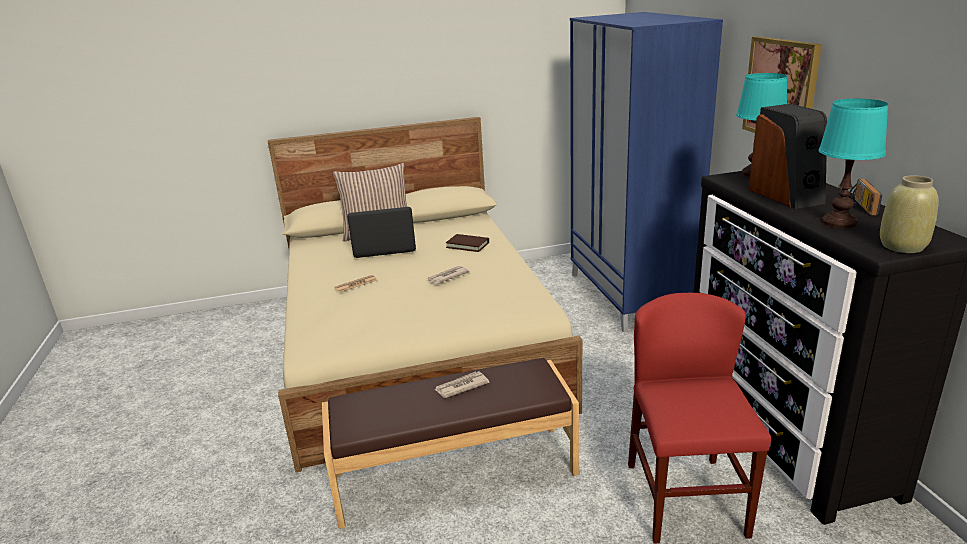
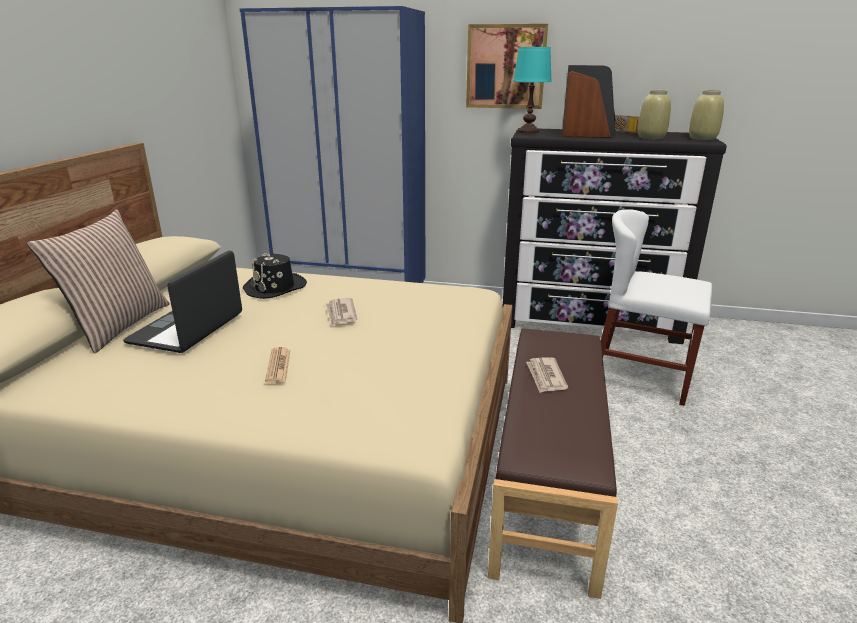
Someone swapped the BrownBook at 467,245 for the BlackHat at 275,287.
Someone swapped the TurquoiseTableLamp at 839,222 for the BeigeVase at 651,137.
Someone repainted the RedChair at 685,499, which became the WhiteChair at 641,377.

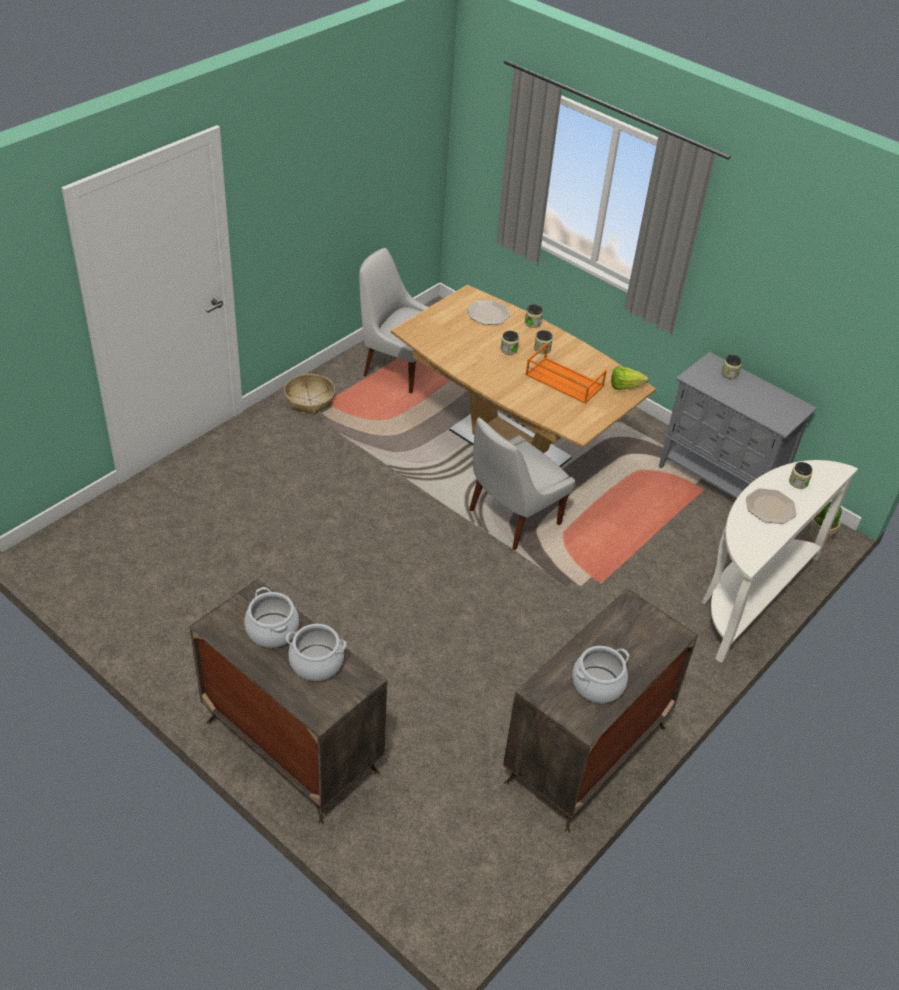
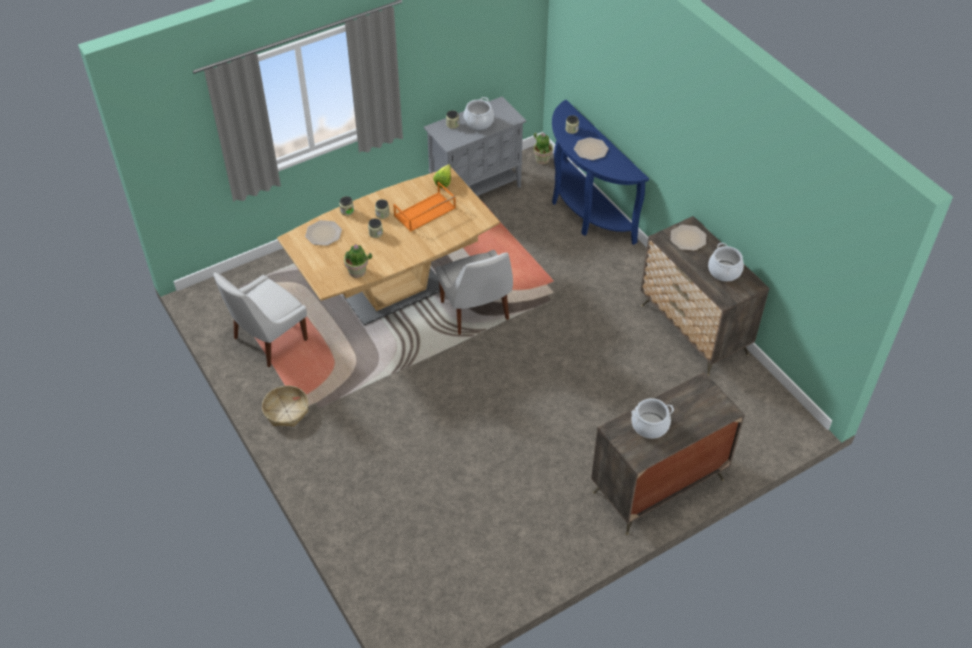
Someone put down the PottedPlant at 357,272.
Someone put down the Plate at 688,238.
Someone carried the CookingPot from 316,662 to 478,122.
Someone repainted the WhiteConsoleTable at 749,595, which became the BlueConsoleTable at 584,211.

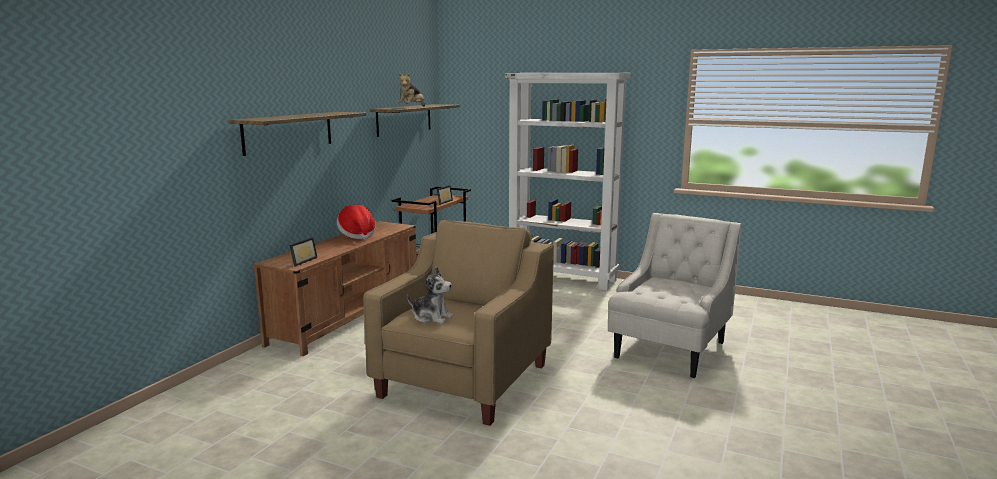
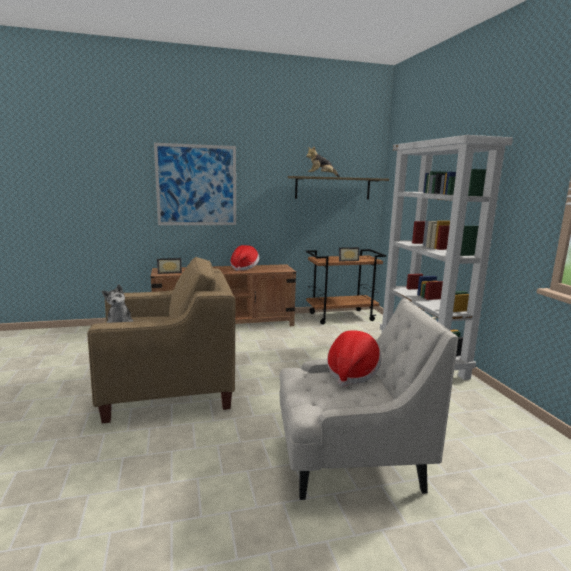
Someone put down the Hat at 352,373.
Someone swapped the Shelf at 289,132 for the Picture at 196,185.

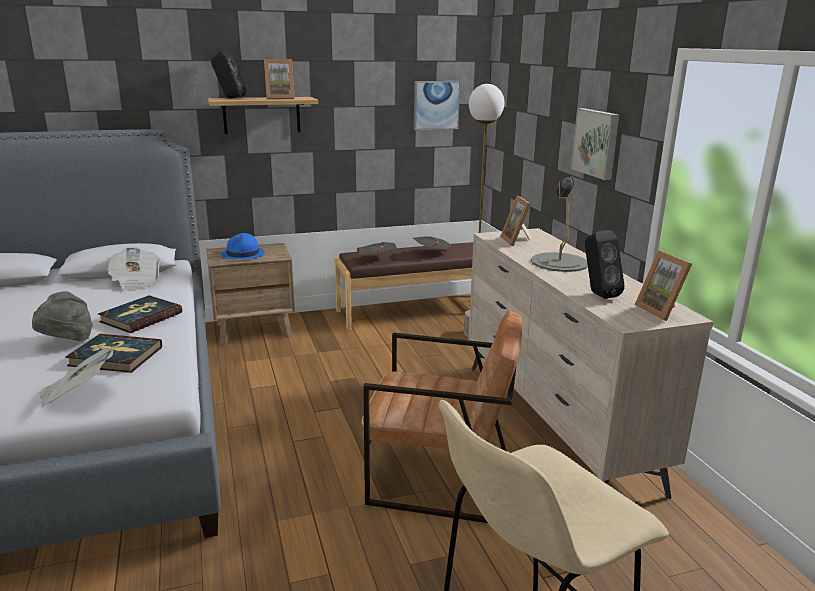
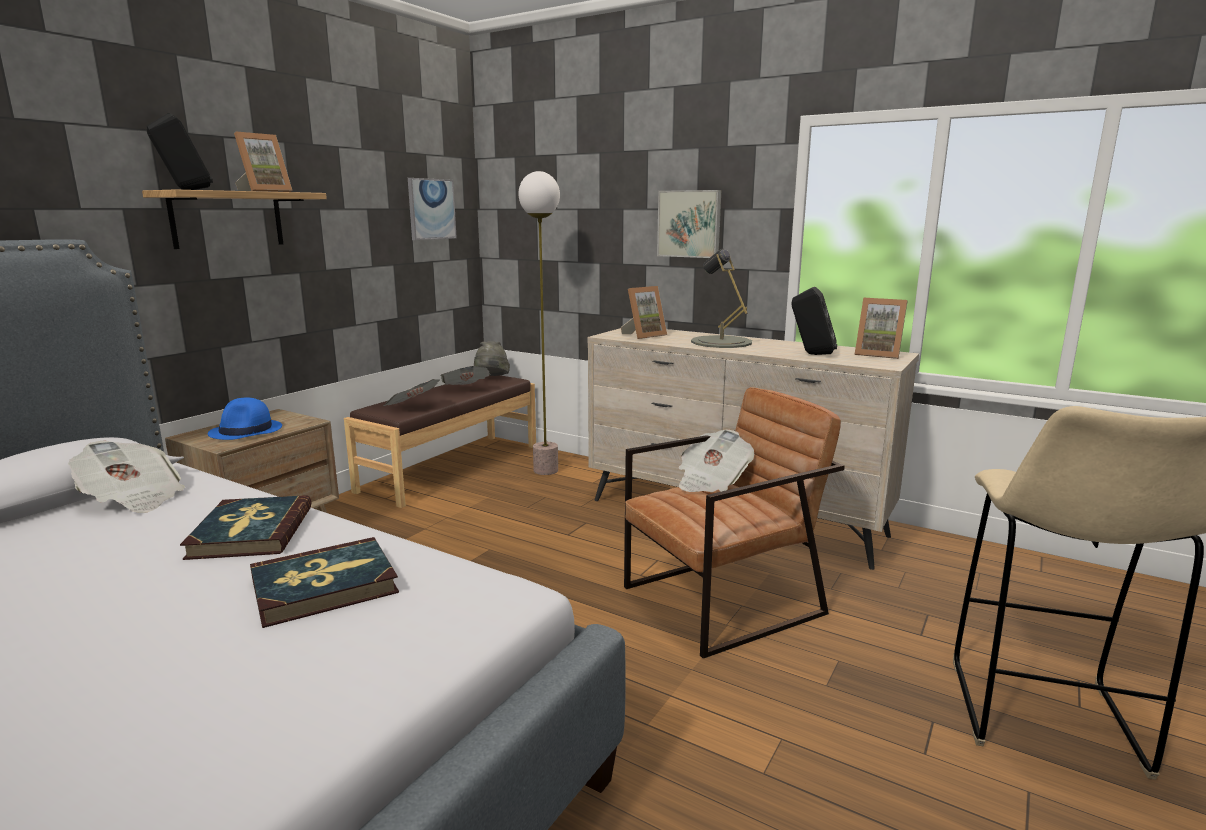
Someone carried the GreyHat from 67,342 to 491,379.
Someone carried the Newspaper from 77,394 to 711,481.
Someone rotated the PictureFrame at 517,241 by 75 degrees counterclockwise.

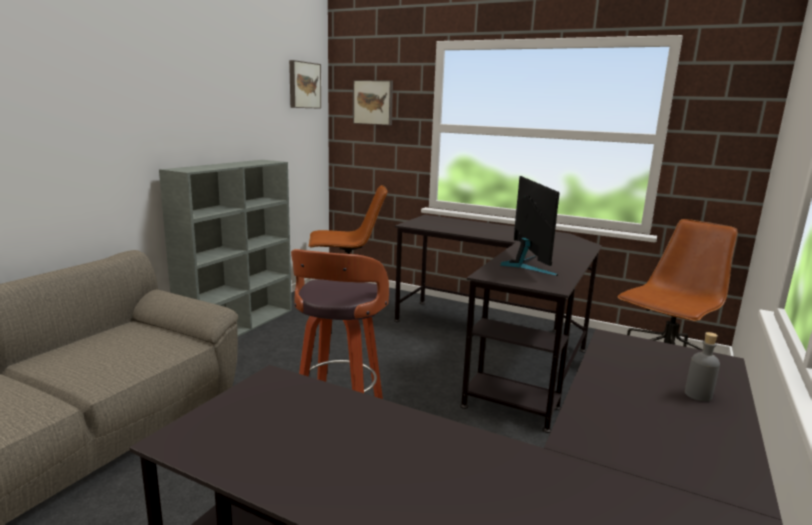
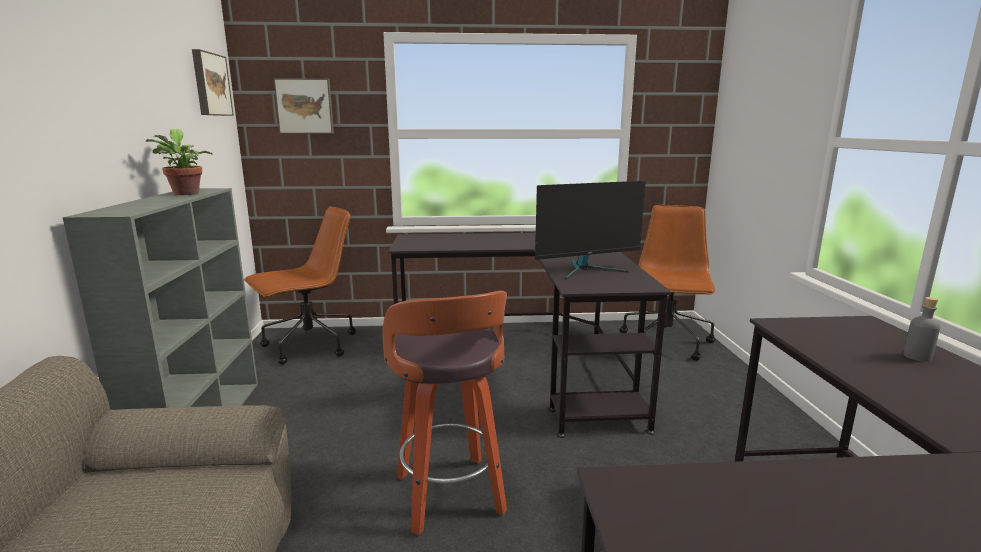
Someone put down the PottedPlant at 186,194.
Someone rotated the Monitor at 526,265 by 105 degrees clockwise.

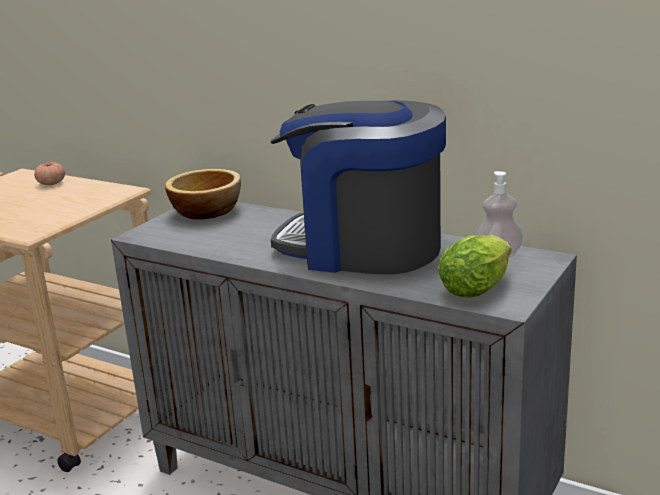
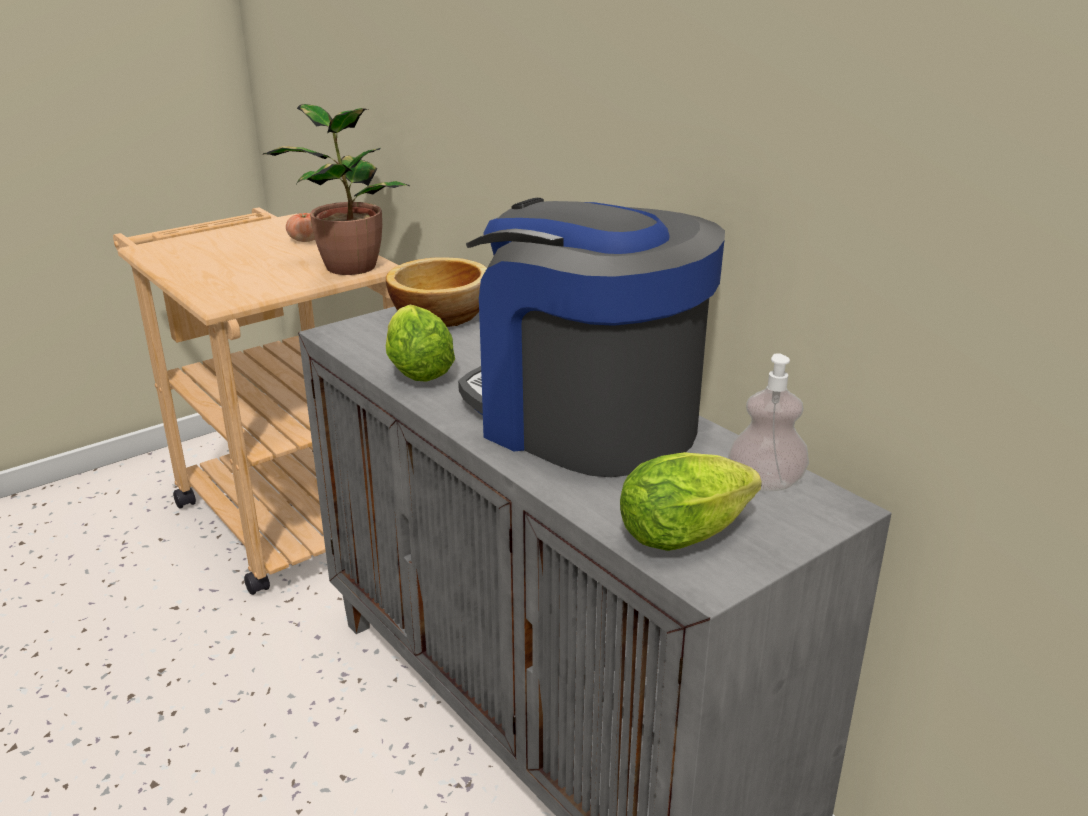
Someone put down the PottedPlant at 348,266.
Someone put down the Lettuce at 417,369.

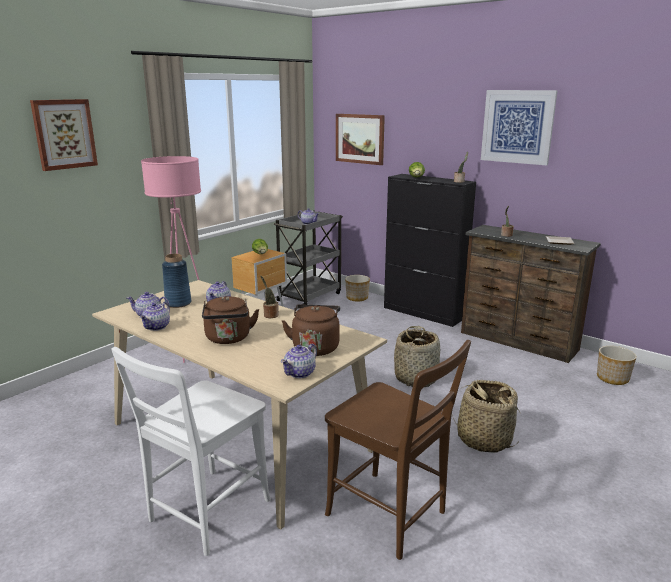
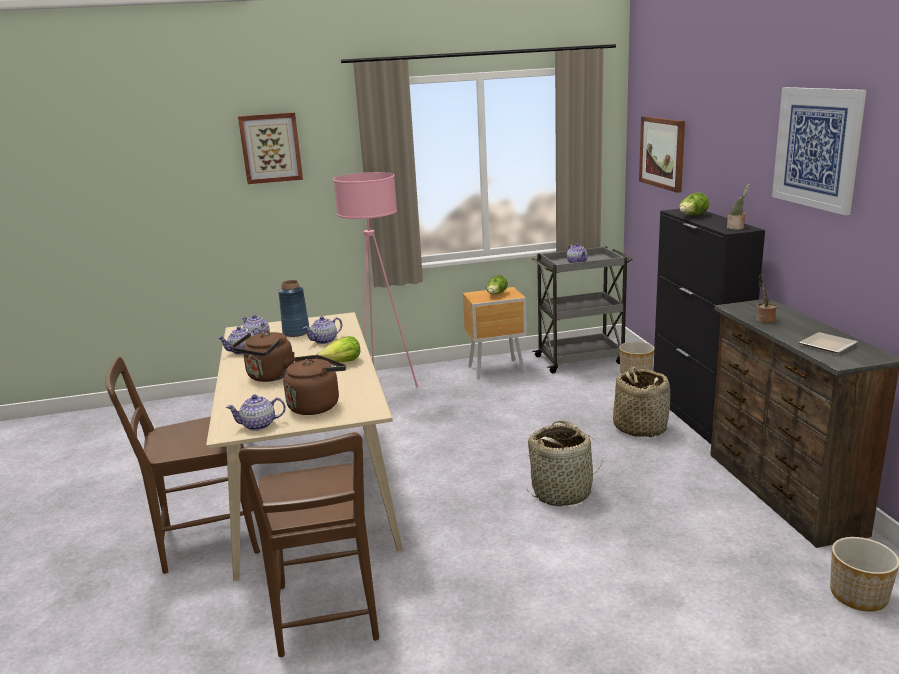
Someone carried the Basket from 483,439 to 640,427.
Someone swapped the PottedPlant at 270,315 for the Lettuce at 342,363.
Someone repainted the WhiteChair at 205,514, which became the BrownChair at 203,541.

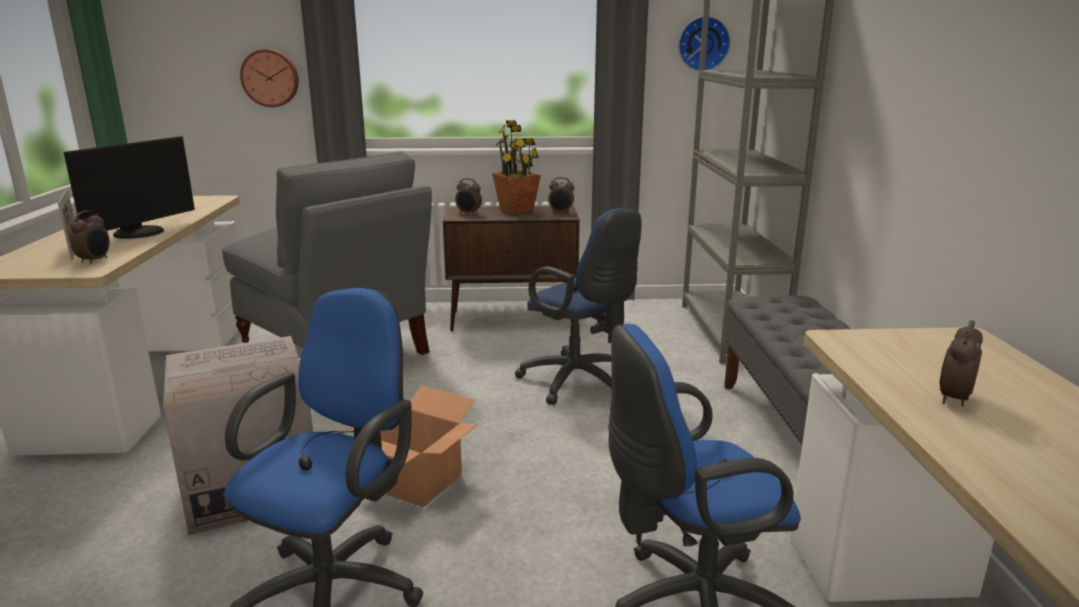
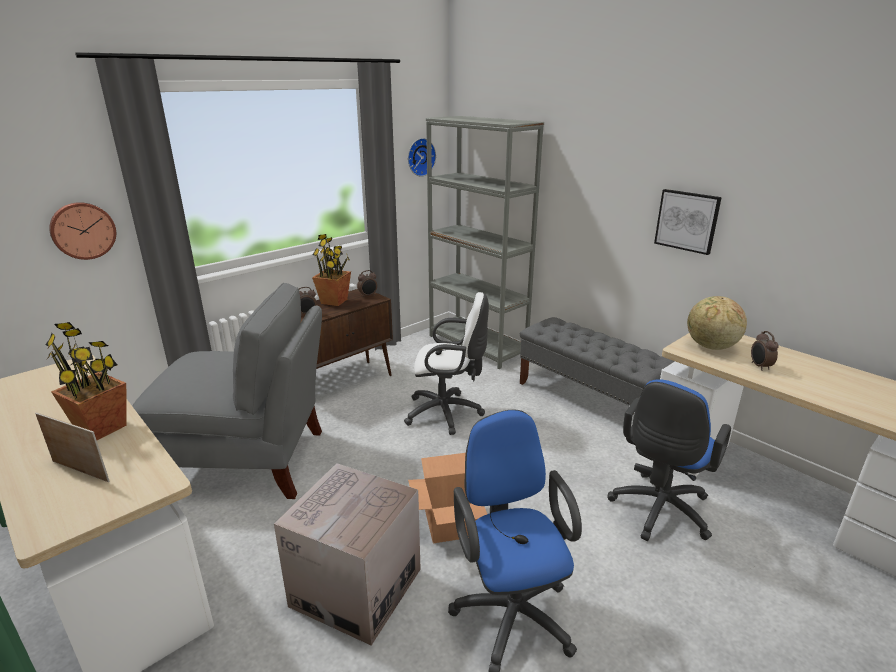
Someone took away the AlarmClock at 95,261.
Someone put up the Picture at 687,221.
Someone put down the Globe at 710,347.
Someone swapped the Monitor at 141,233 for the PottedPlant at 102,428.
Someone repainted the BlueOfficeChair at 579,383, which became the WhiteOfficeChair at 447,413.

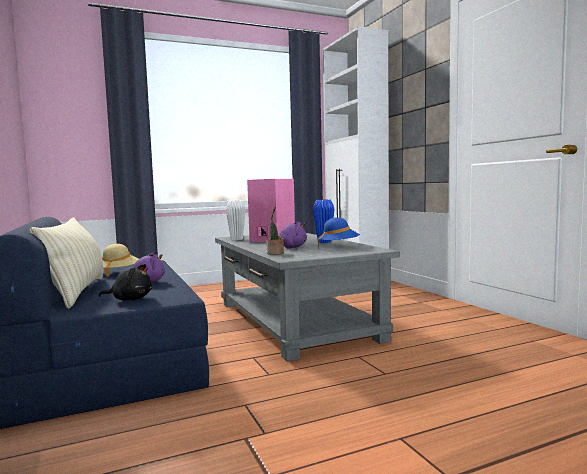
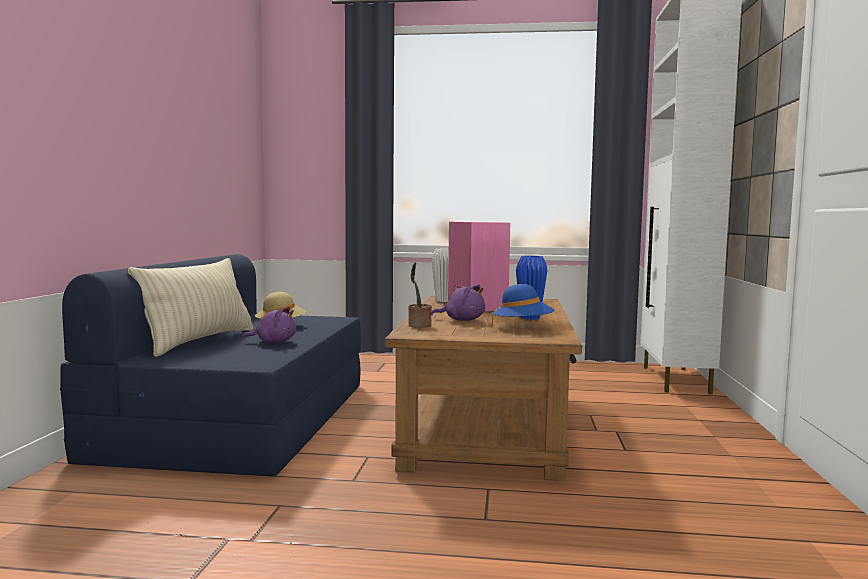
Someone took away the BlackPlushToy at 130,299.
Someone repainted the GreyCoffeeTable at 294,320, which became the BrownCoffeeTable at 486,423.

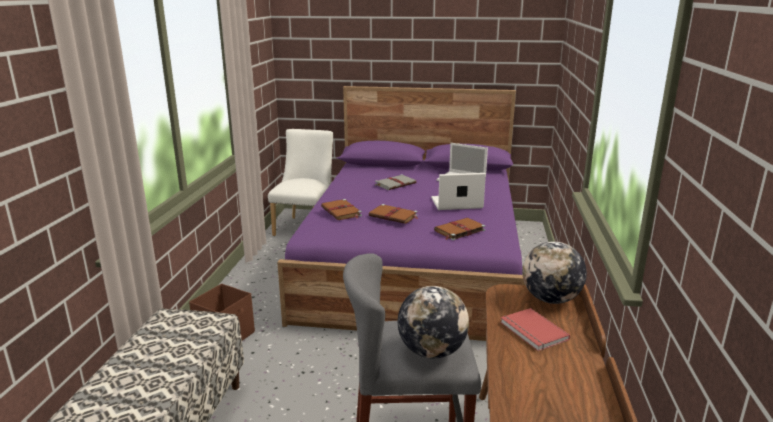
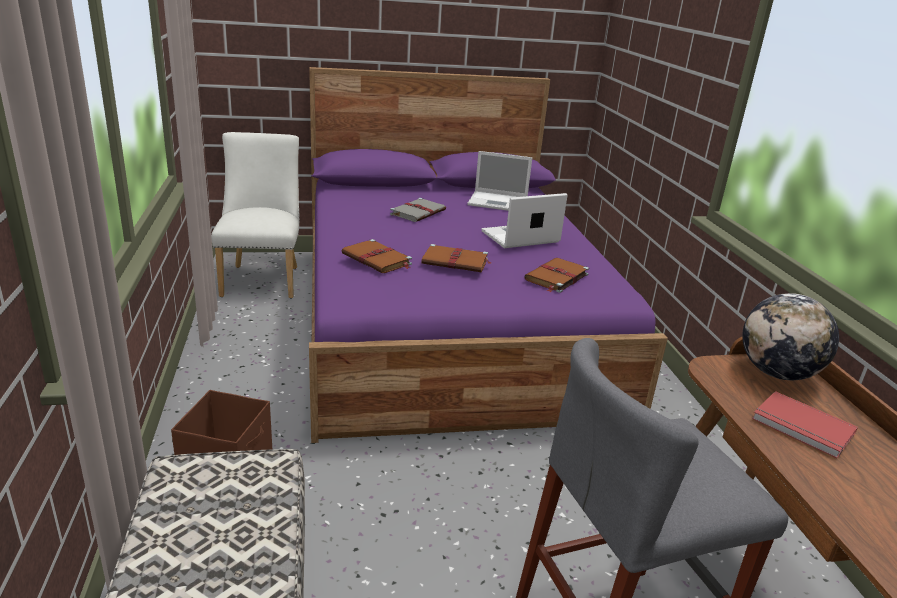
Someone took away the Globe at 432,351.

